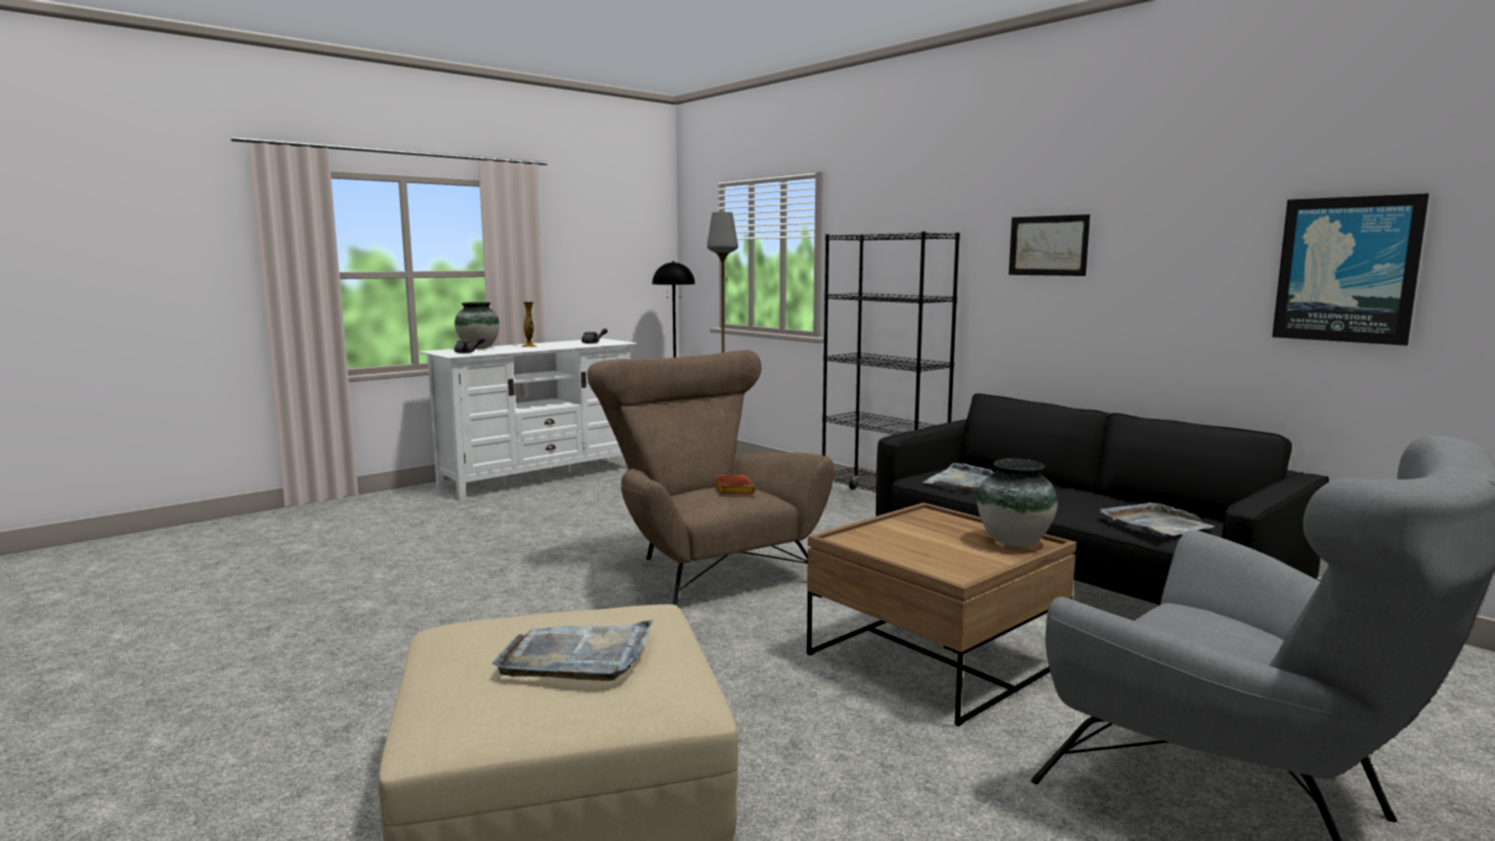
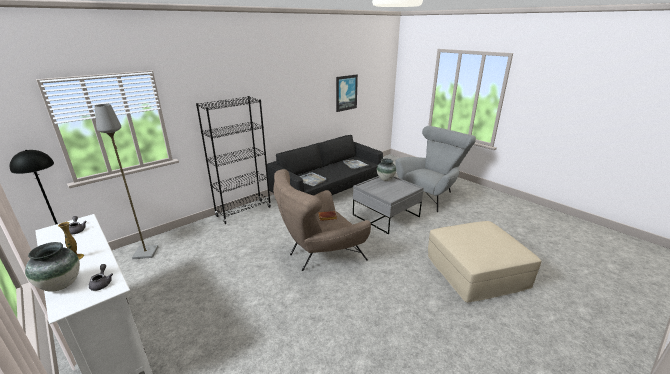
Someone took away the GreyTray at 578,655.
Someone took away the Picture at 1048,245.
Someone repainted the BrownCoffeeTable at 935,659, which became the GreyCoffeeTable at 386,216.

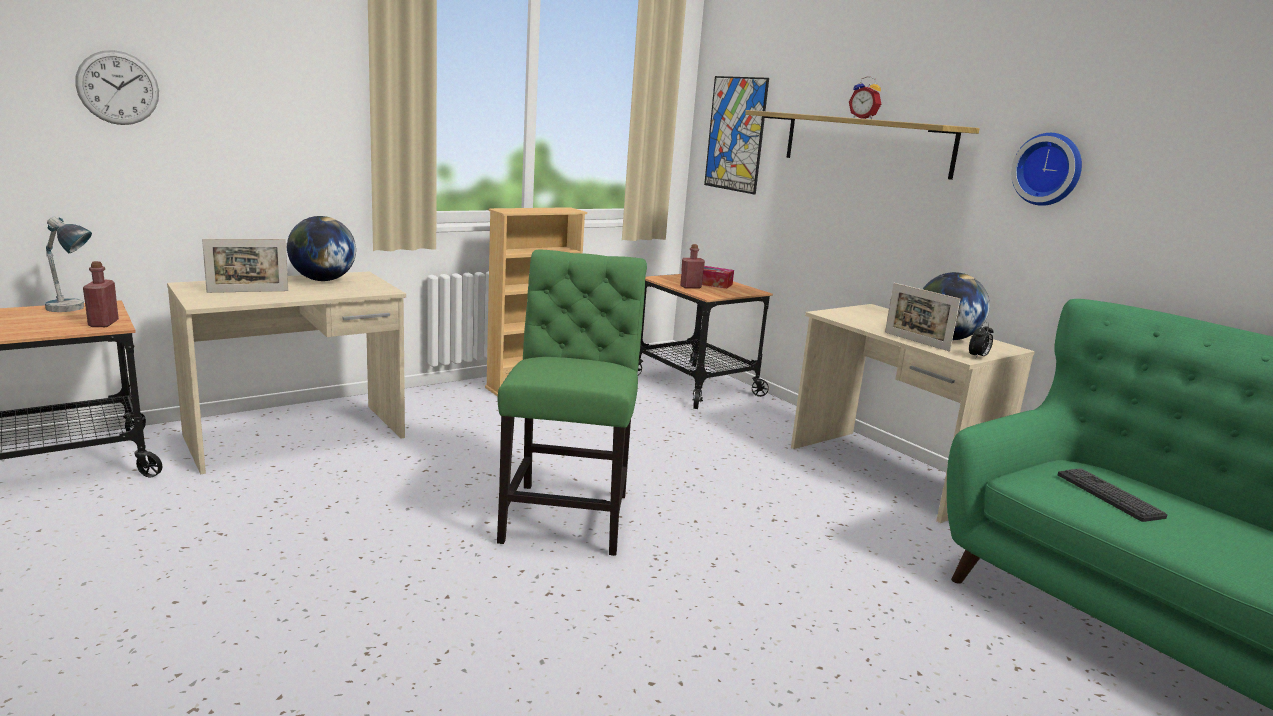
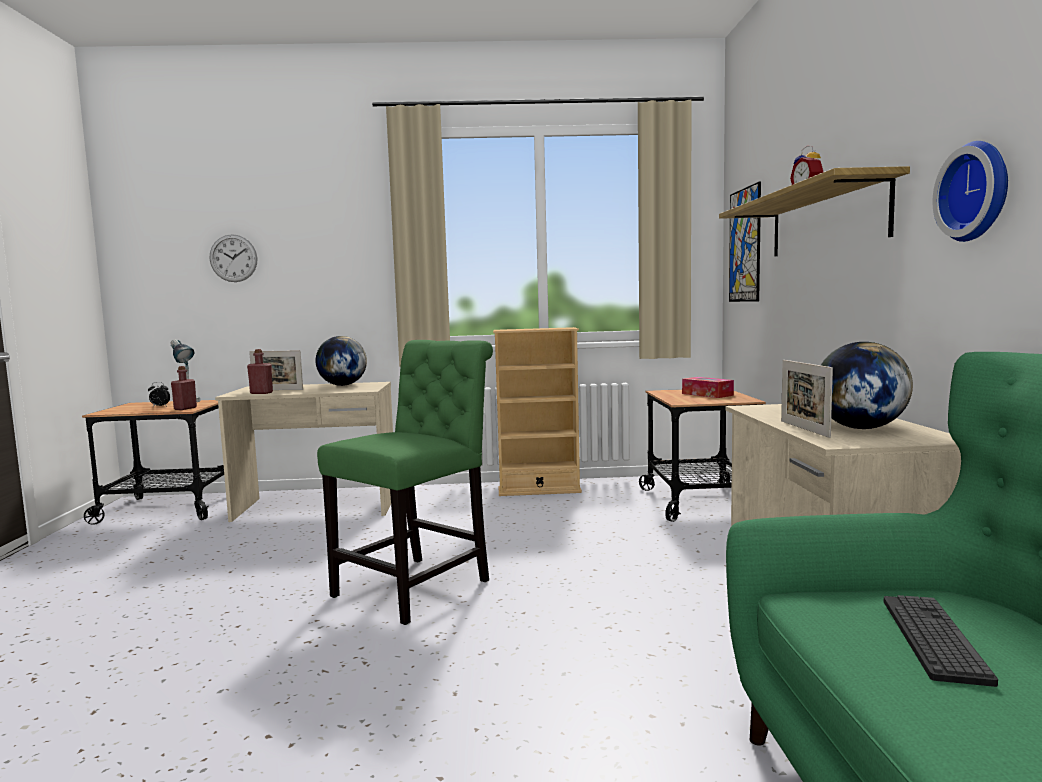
Someone carried the RedBottle from 690,287 to 261,393.
Someone carried the AlarmClock from 978,357 to 159,406.

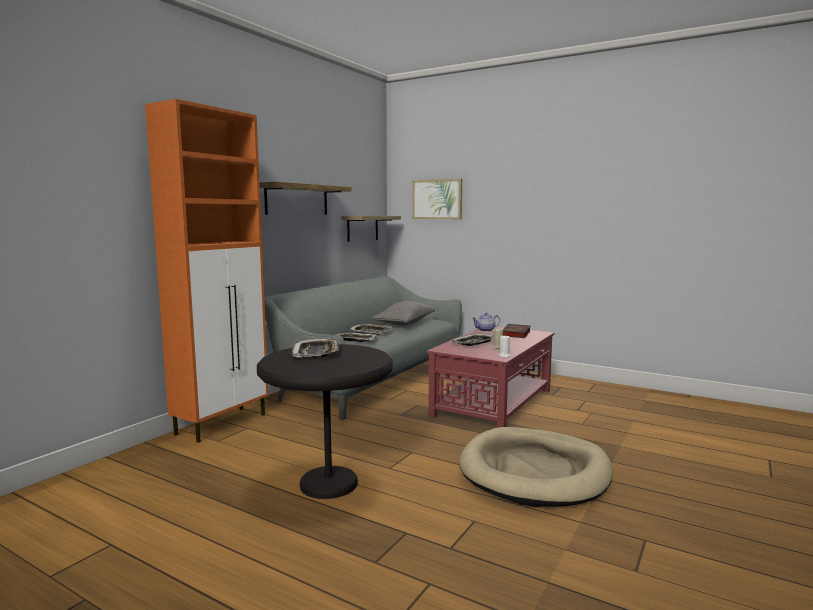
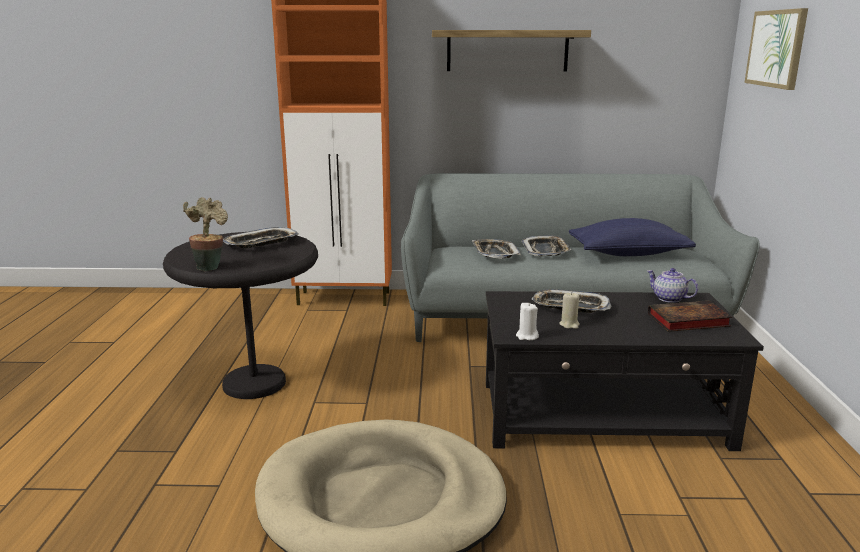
Someone took away the Shelf at 362,228.
Someone put down the PottedPlant at 210,266.
Someone repainted the GreyPillow at 404,324, which became the BluePillow at 628,254.
Someone repainted the RedCoffeeTable at 494,402, which became the BlackCoffeeTable at 603,414.

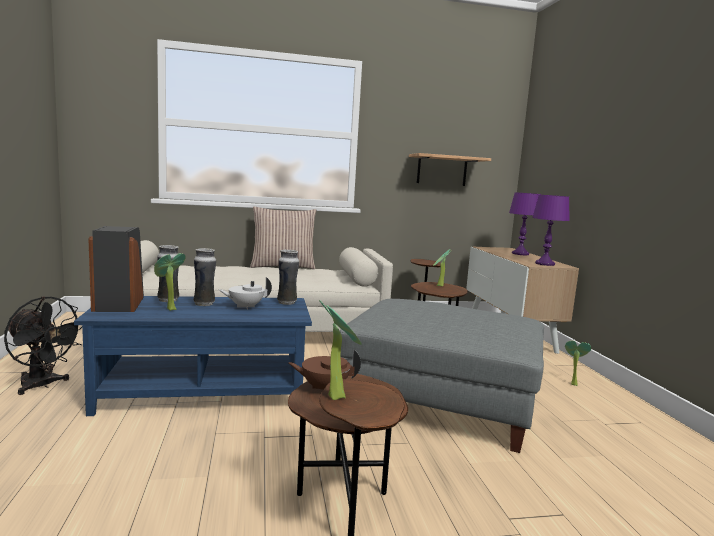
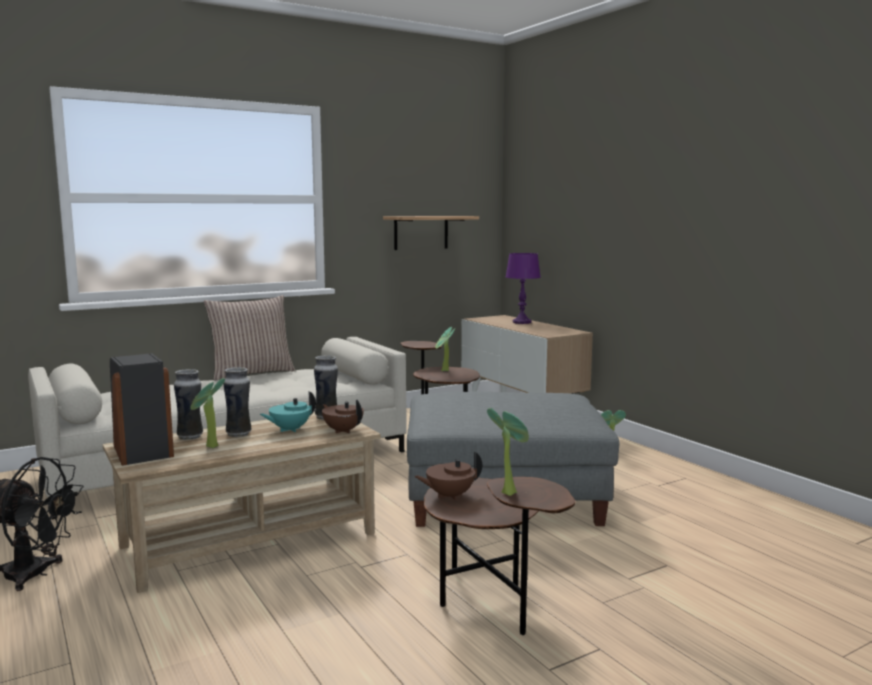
Someone took away the PurpleTableLamp at 544,264.
Someone put down the BrownTeapot at 343,431.
Someone repainted the BlueCoffeeTable at 203,393, which became the BeigeCoffeeTable at 249,540.
Someone repainted the WhiteTeapot at 245,307, which became the TurquoiseTeapot at 289,429.

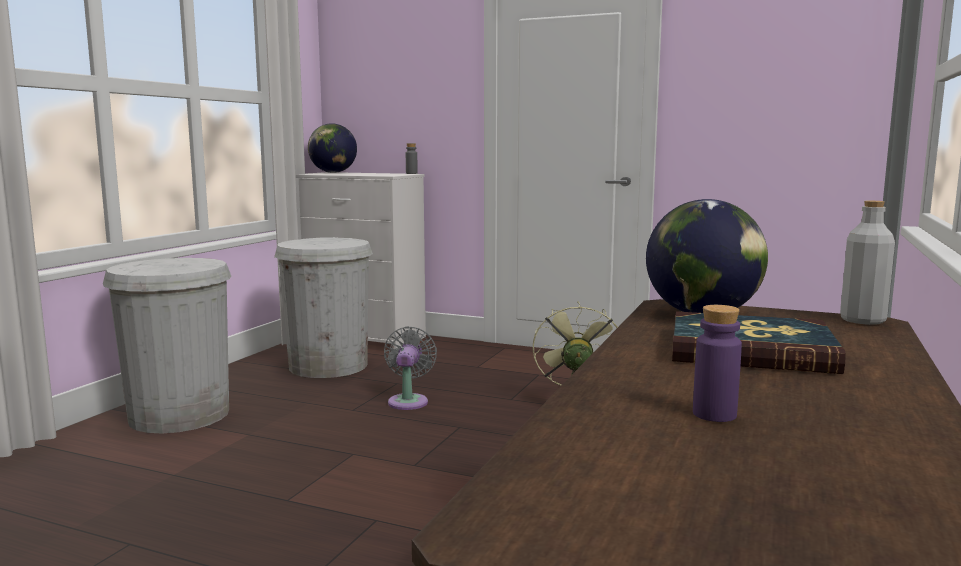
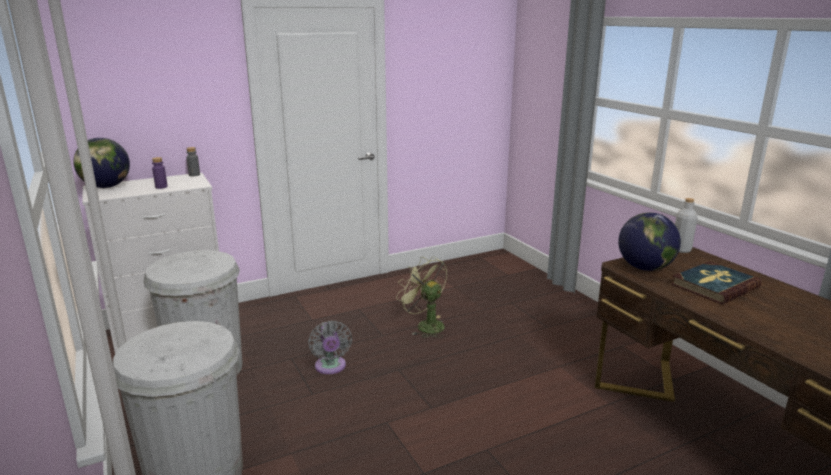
Someone carried the PurpleBottle from 714,414 to 161,187.
Someone rotated the GreyFan at 409,401 by 150 degrees counterclockwise.

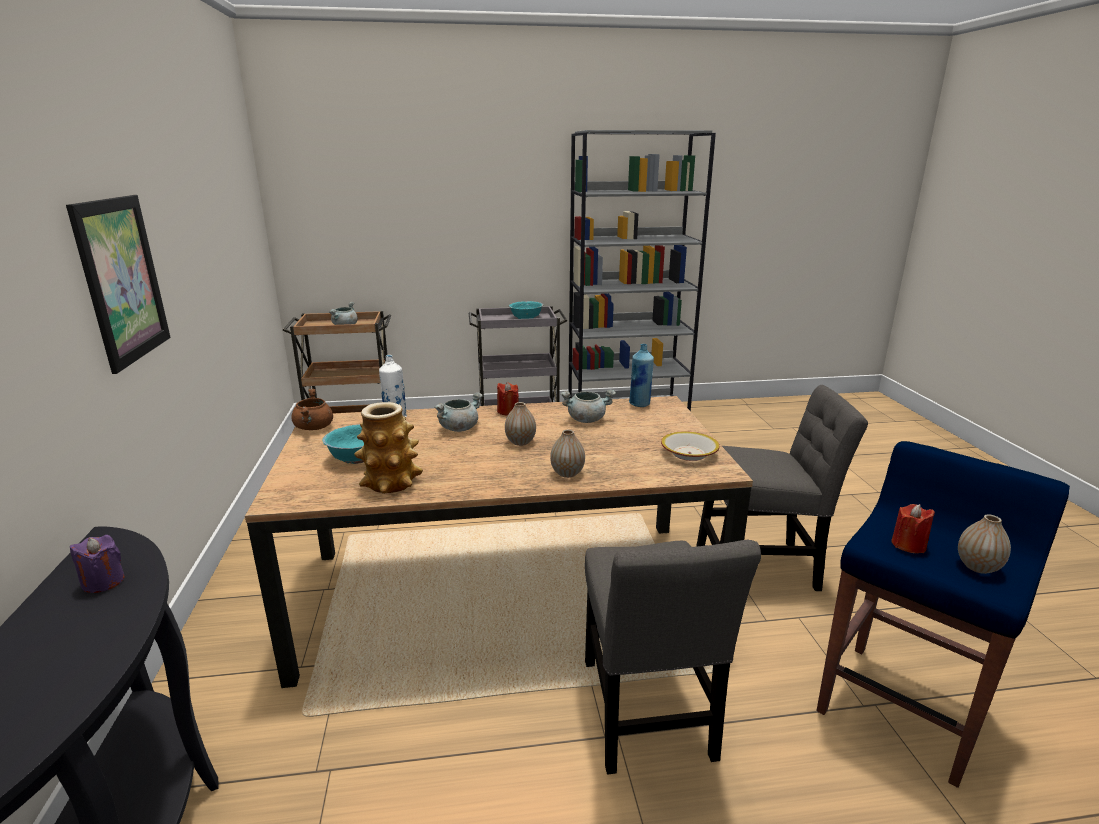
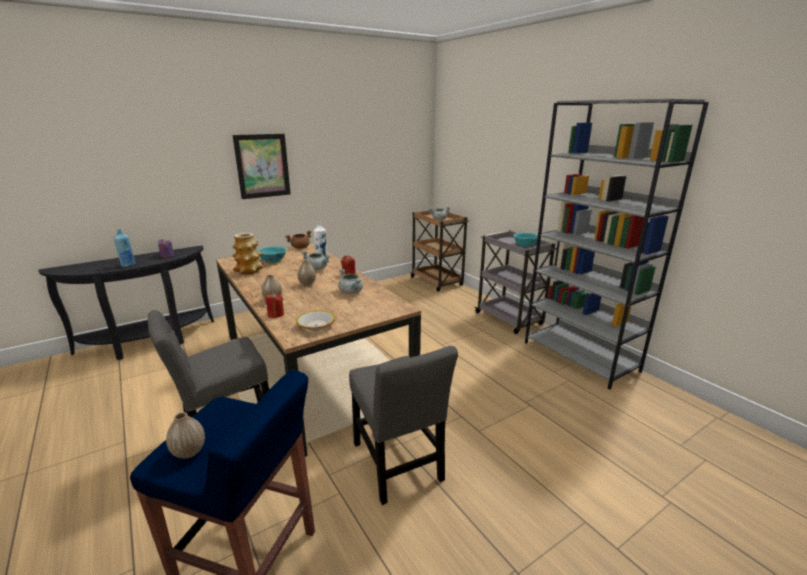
Someone carried the BlueBottle from 639,404 to 128,265.
Someone carried the RedCandle from 908,545 to 275,314.

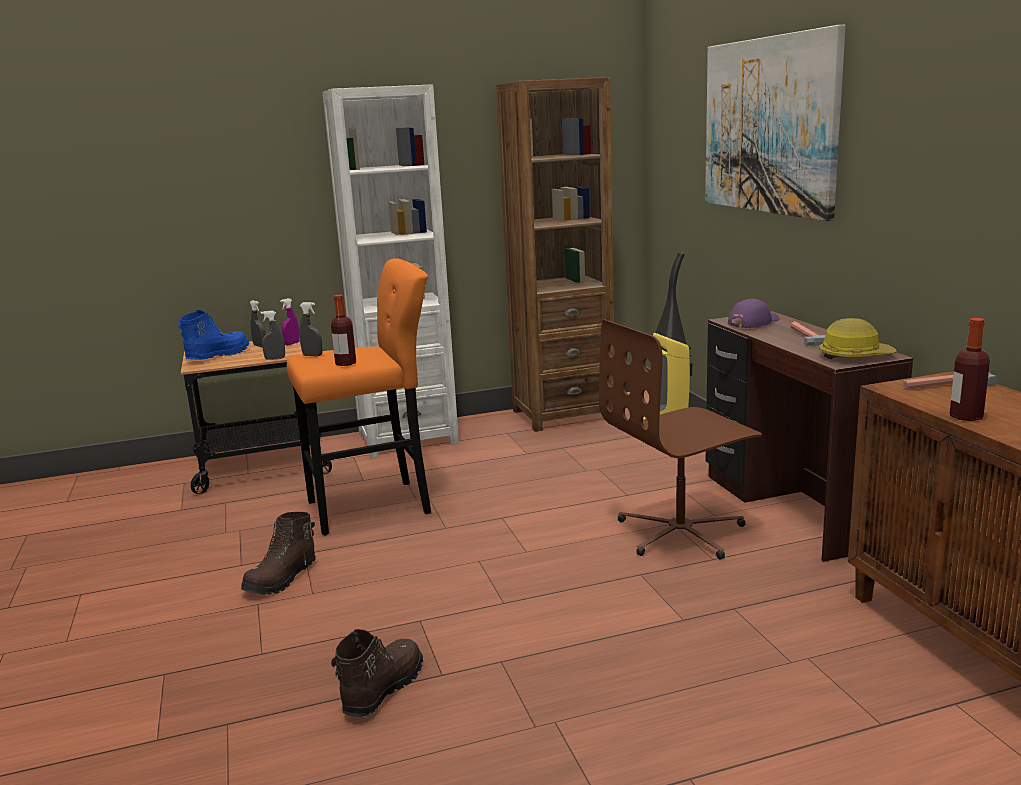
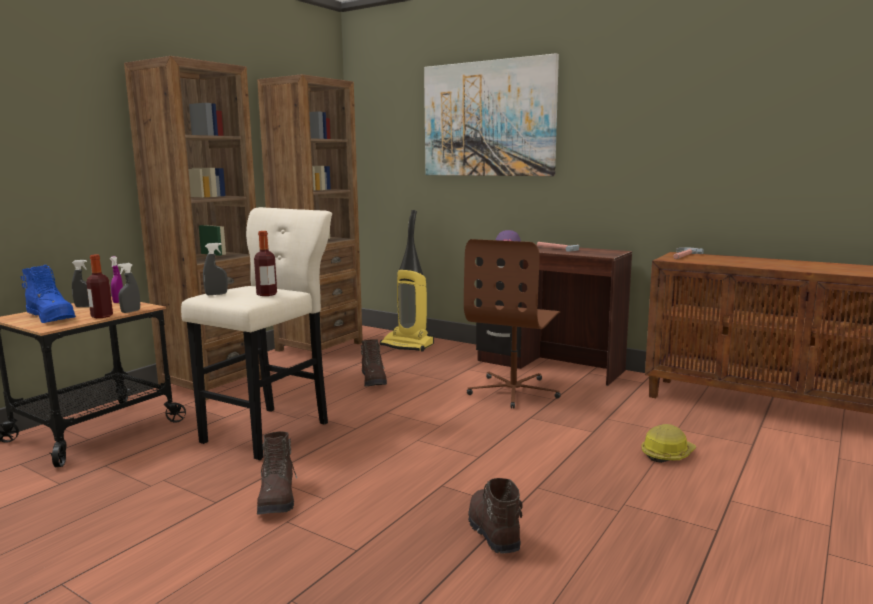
Someone put down the BrownBoot at 373,380.
Someone carried the HardHat from 855,356 to 667,454.
Someone carried the Bottle from 966,416 to 102,316.
Someone repainted the OrangeStool at 375,506, which became the BeigeStool at 270,430.
Someone repainted the WhiteBookcase at 407,438, which became the BrownBookcase at 214,382.
Someone rotated the BlueBoot at 217,355 by 135 degrees clockwise.

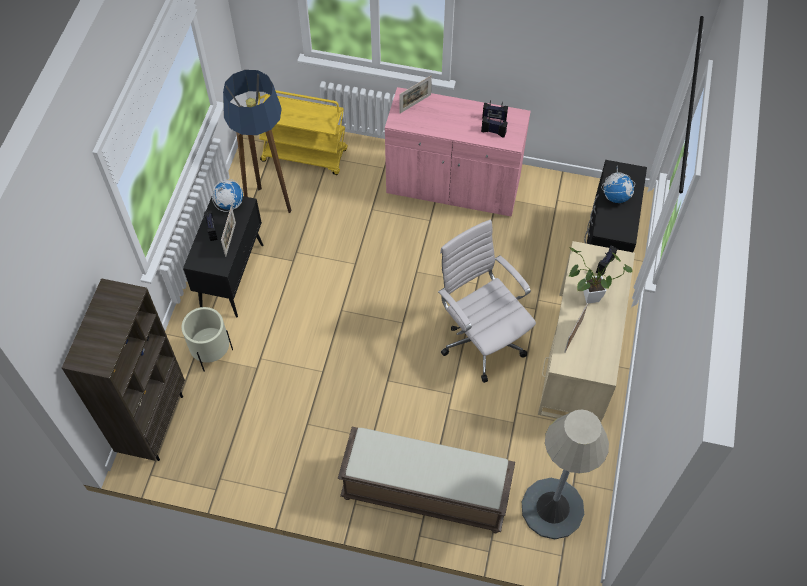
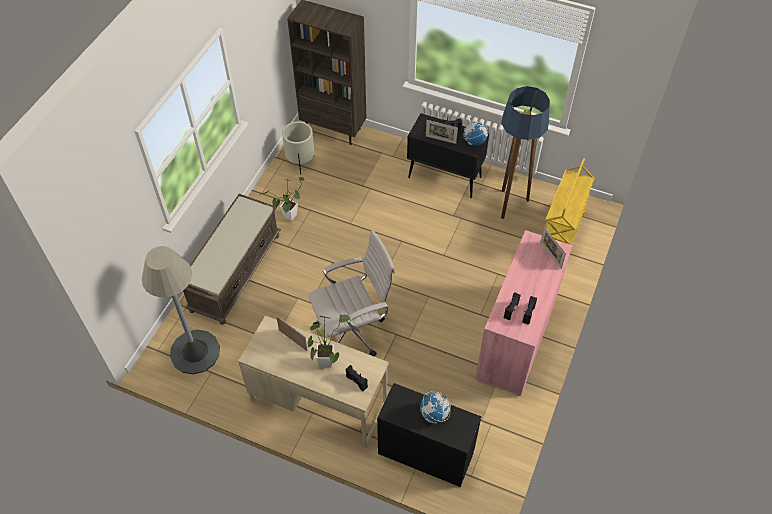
Someone put down the PottedPlant at 288,218.
Someone carried the BeigePlanter from 212,353 to 301,162.

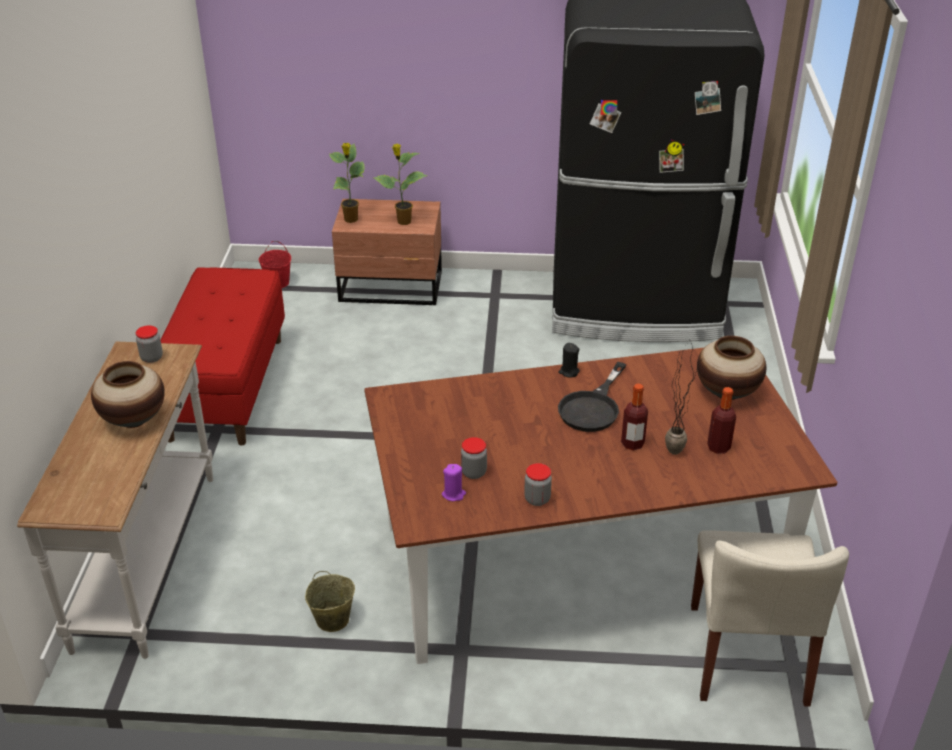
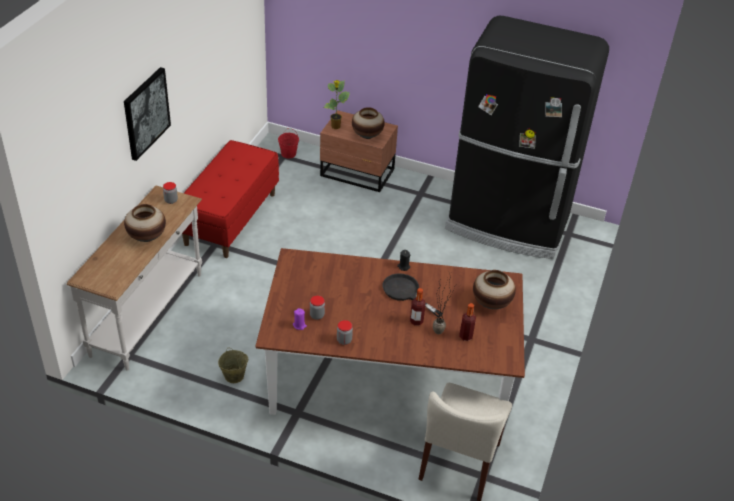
Someone put up the Picture at 146,113.
Someone swapped the PottedPlant at 403,222 for the Vase at 367,135.
Someone rotated the BlackFryingPan at 593,407 by 90 degrees clockwise.

